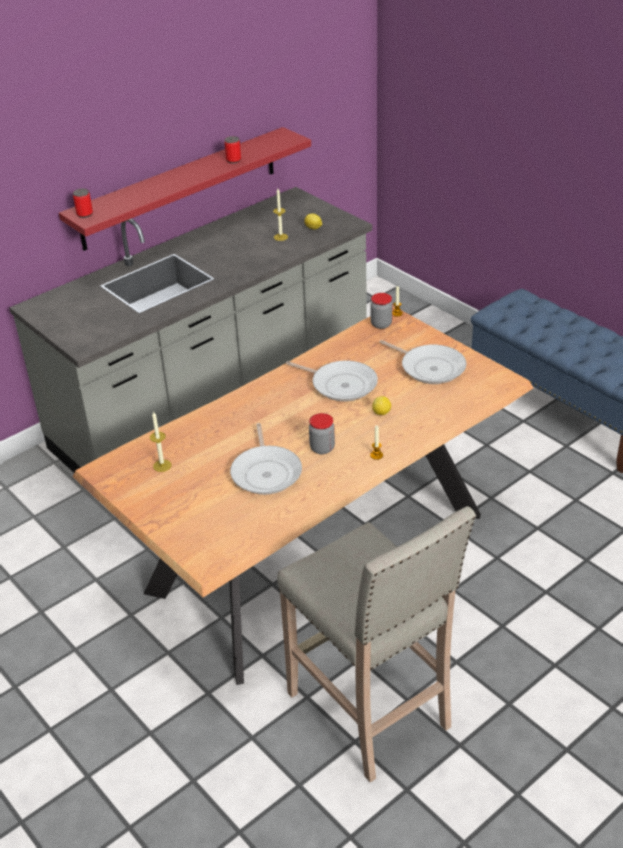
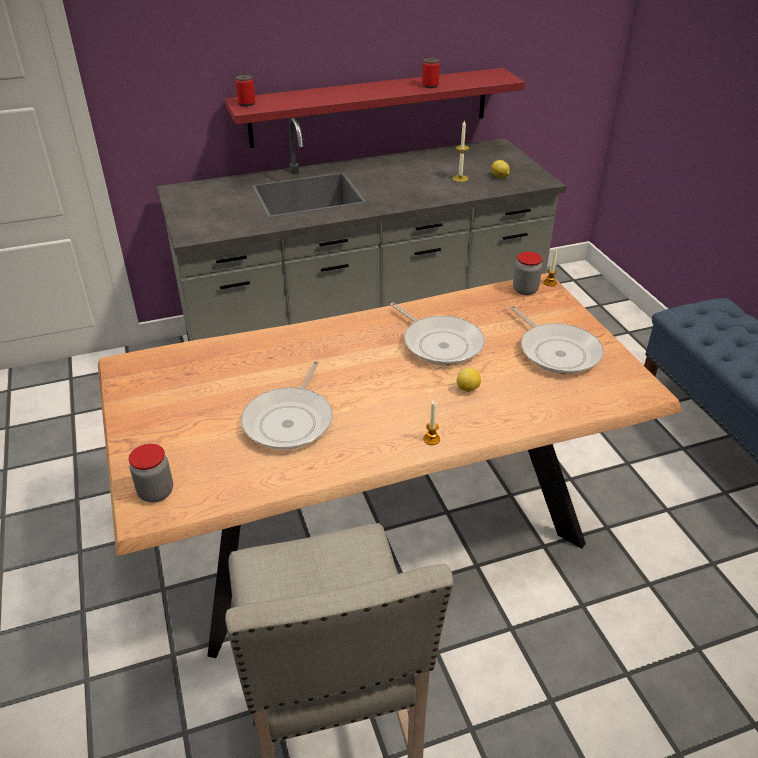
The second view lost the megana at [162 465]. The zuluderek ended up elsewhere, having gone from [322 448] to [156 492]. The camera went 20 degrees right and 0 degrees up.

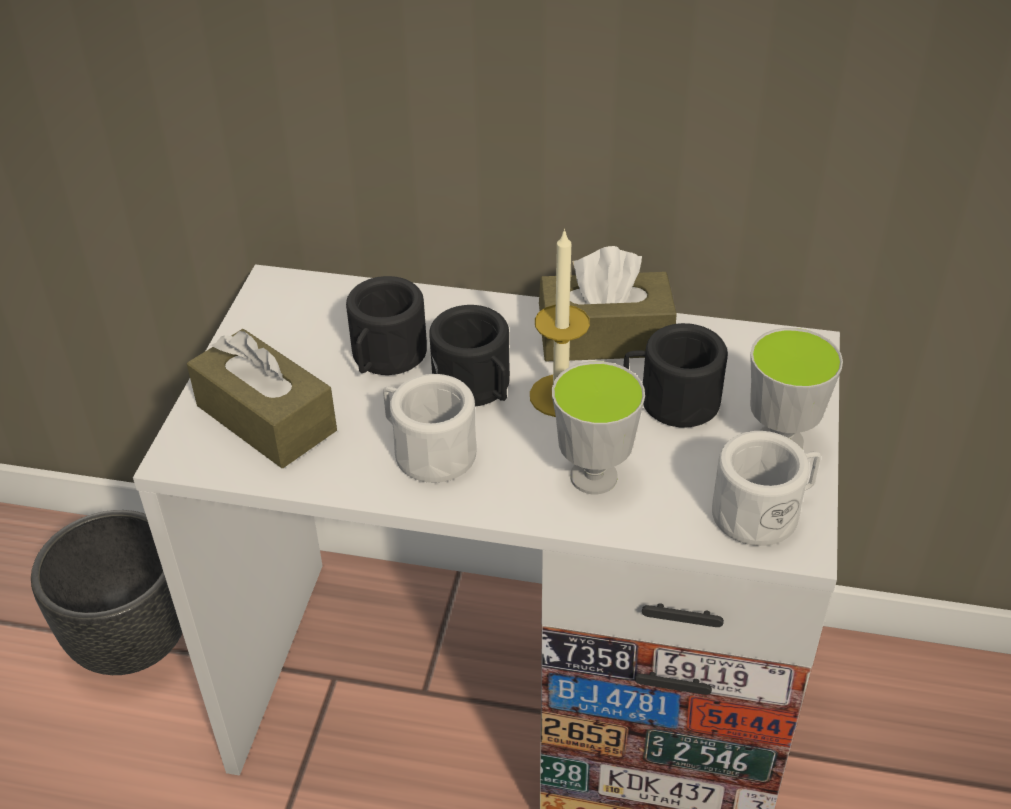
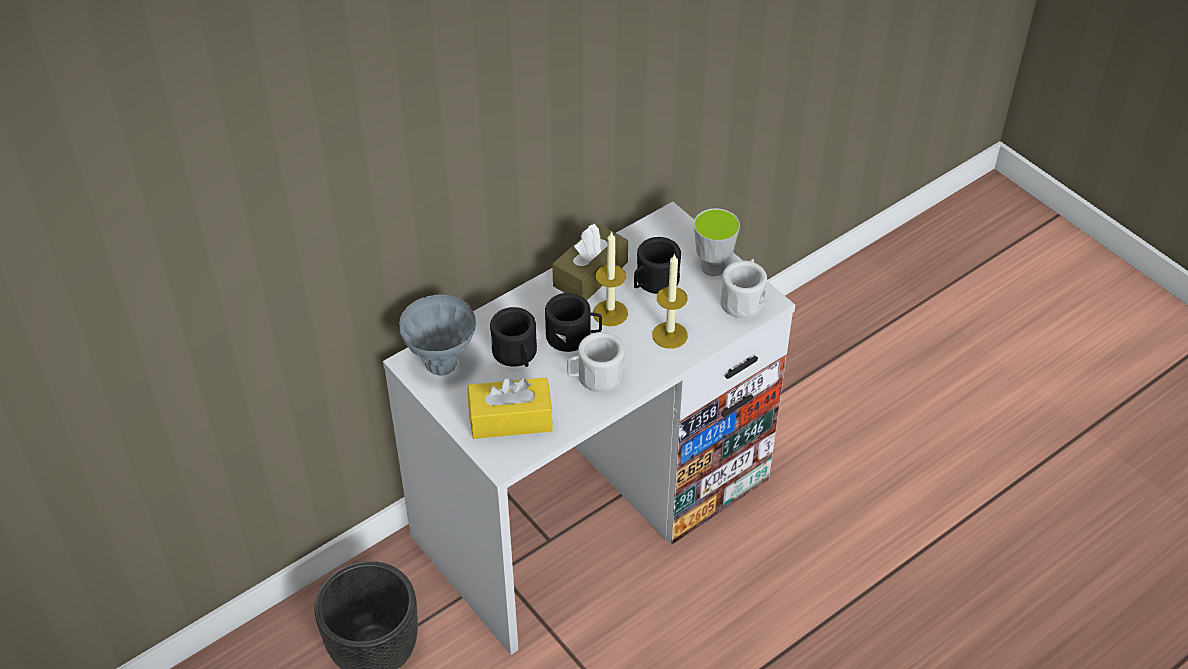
What was the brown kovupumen at [266 418] turned into the yellow kovupumen at [510 419]. Where the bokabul stood at [593 477], the megana came to stand at [669 335]. The second view gained the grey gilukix at [441 365]. The camera went 50 degrees left and 5 degrees up.

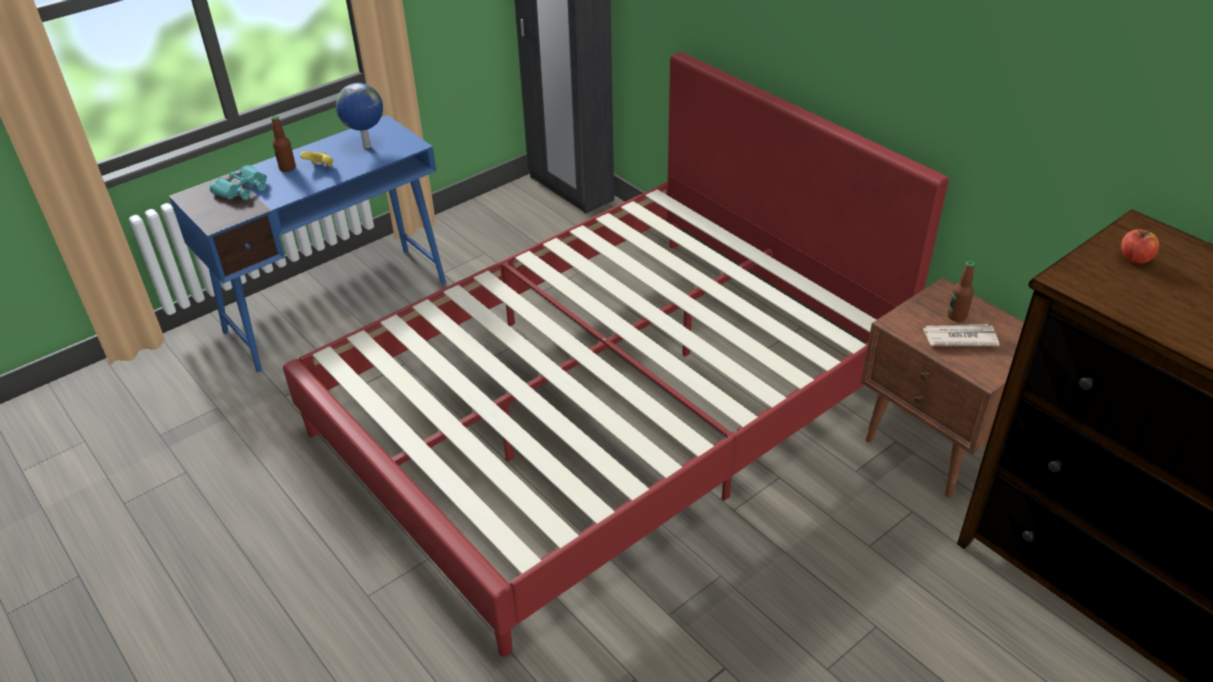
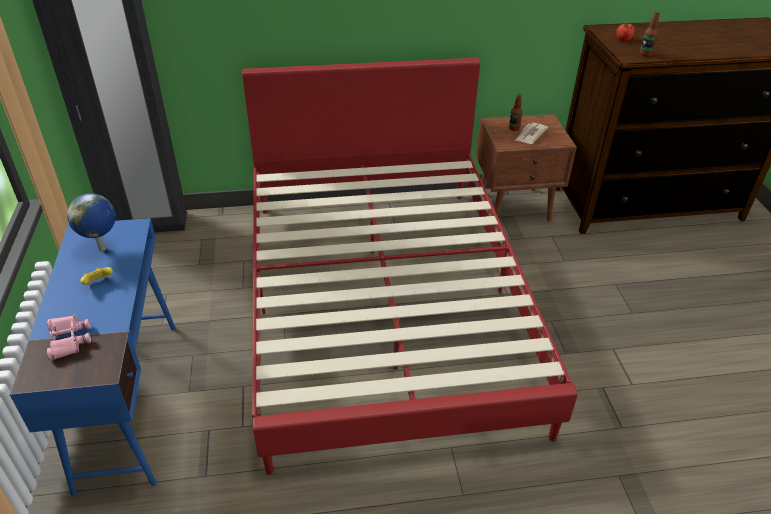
What was the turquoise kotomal at [242 189] turned into the pink kotomal at [68 339]. The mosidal ended up elsewhere, having gone from [287 168] to [645 54]. The camera went 60 degrees left and 0 degrees up.

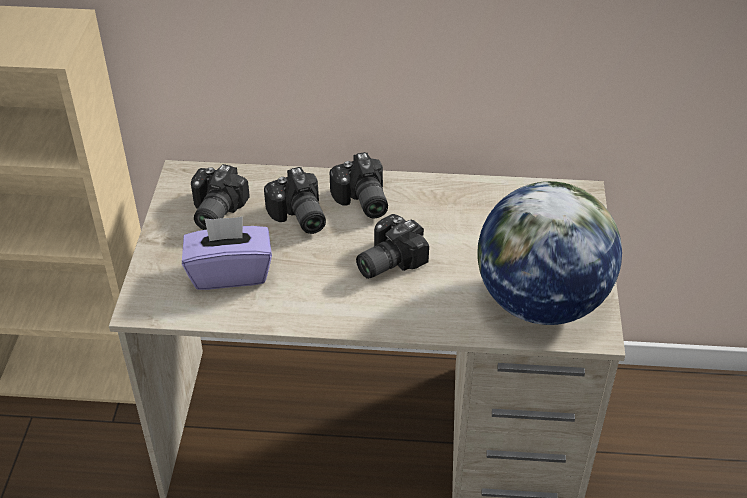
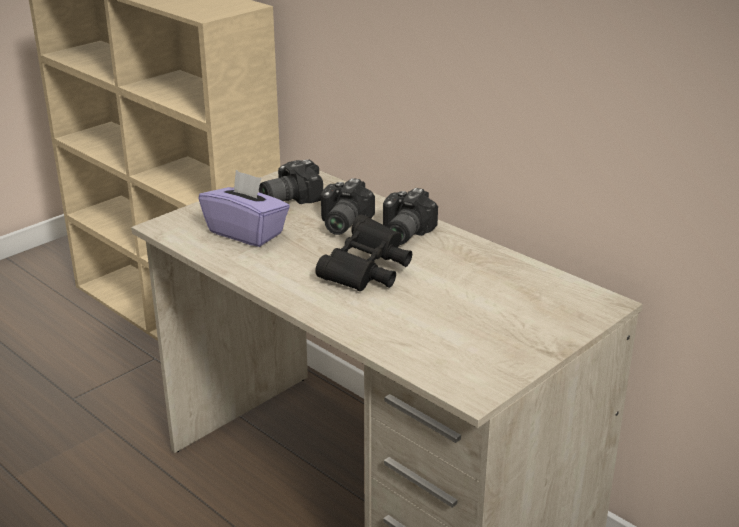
Where the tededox stood at [386 260], the black kotomal came to stand at [367 273]. The second view lost the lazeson at [540 302]. The camera went 40 degrees right and 15 degrees down.

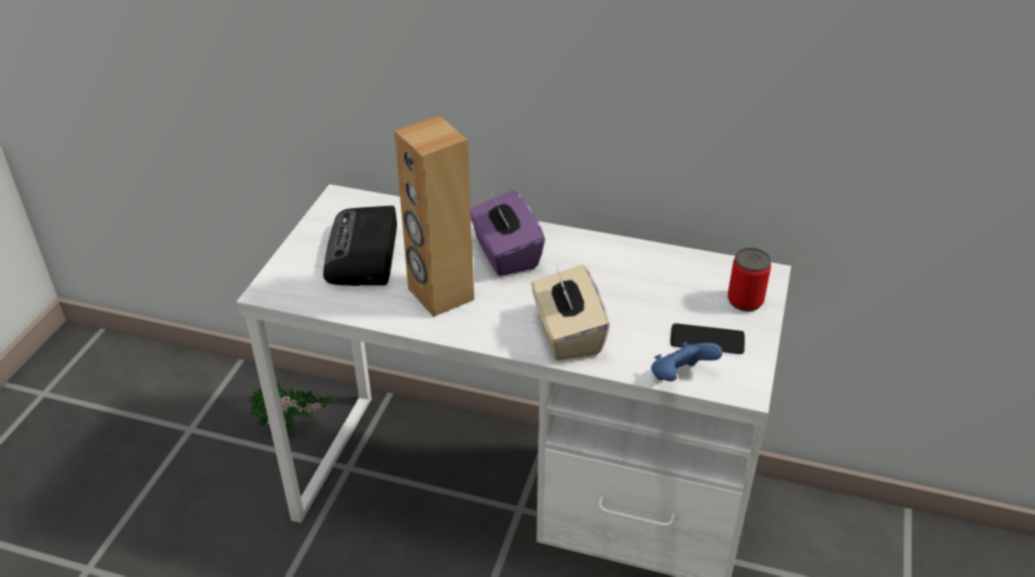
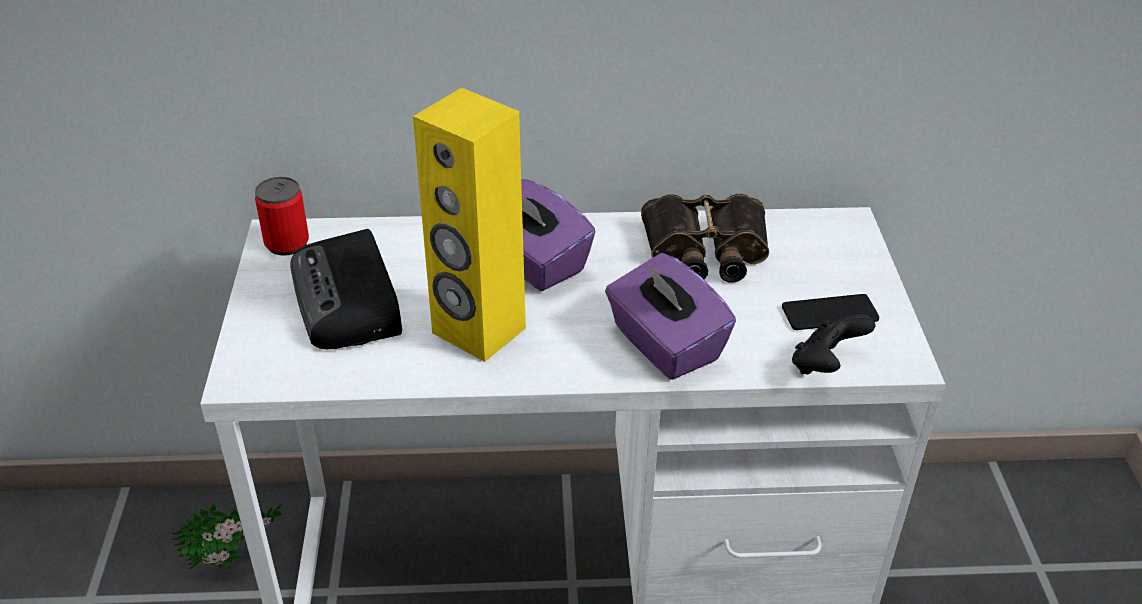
What was the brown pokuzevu at [440 294] turned into the yellow pokuzevu at [478 331]. What was the beige kovupumen at [567 334] turned into the purple kovupumen at [664 345]. What was the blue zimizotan at [680 377] turned into the black zimizotan at [825 365]. The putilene ended up elsewhere, having gone from [745 301] to [287 243]. The second view gained the kotomal at [705 251]. The camera went 20 degrees left and 0 degrees up.

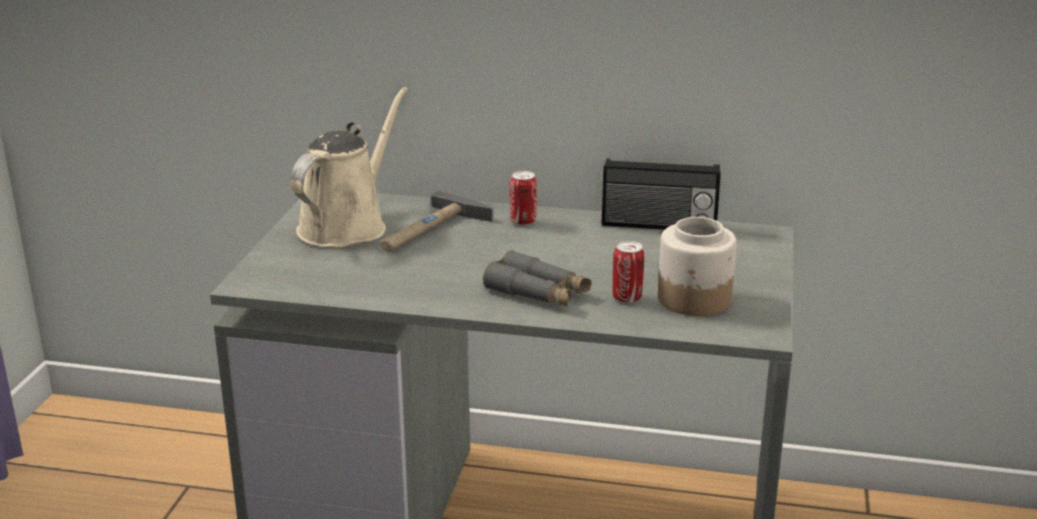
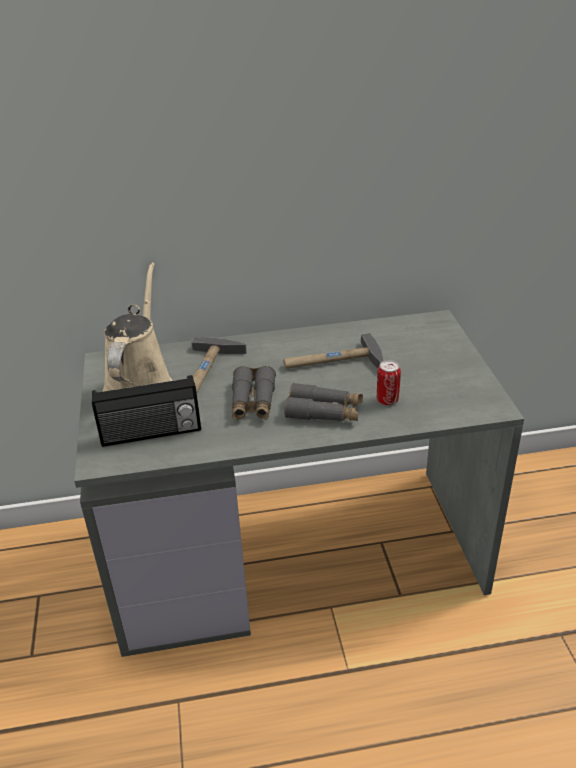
The second view lost the putilene at [523 221]. The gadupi ended up elsewhere, having gone from [658 225] to [151 434]. The second view lost the zuluderek at [694 300]. The second view gained the grey kotomal at [253 402]. The second view gained the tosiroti at [333 363]. The camera went 20 degrees left and 10 degrees up.

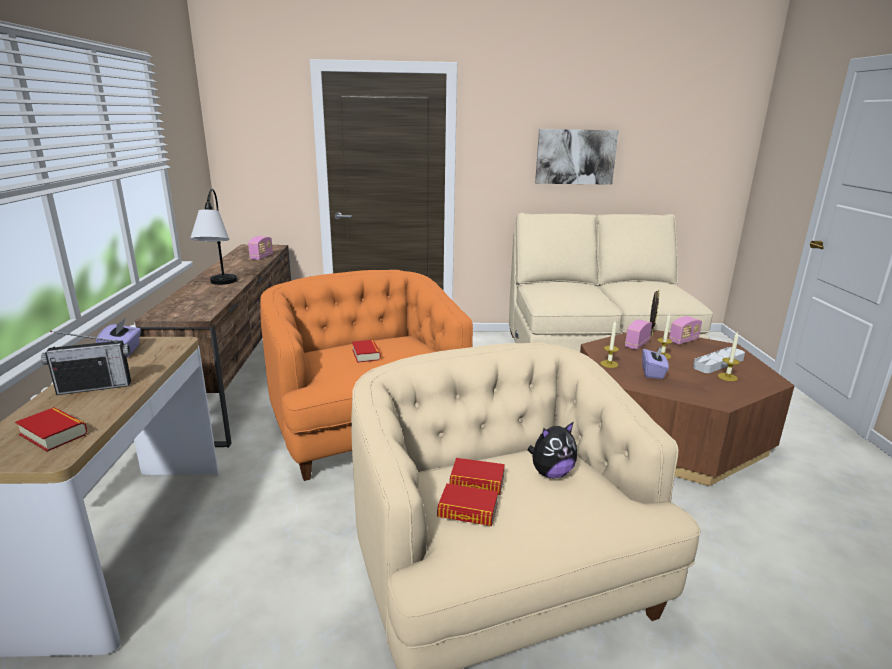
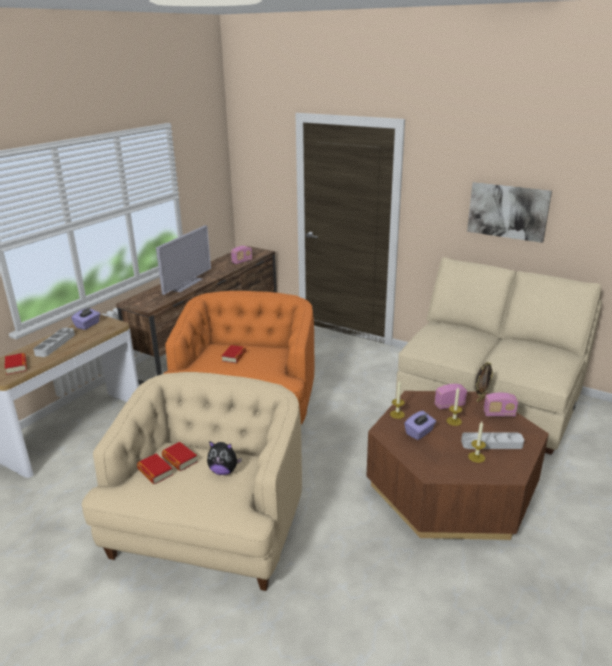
Where the gadupi stood at [95 387], the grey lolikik came to stand at [55 344]. Where the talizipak stood at [219 286], the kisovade came to stand at [186 284]. The camera went 35 degrees right and 5 degrees up.

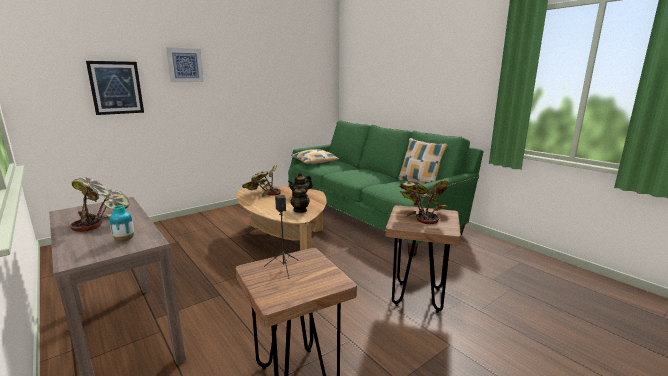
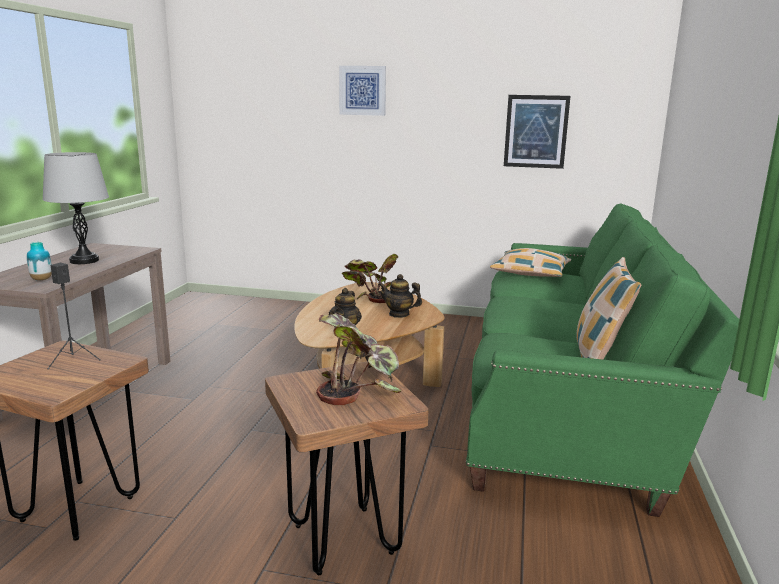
Where the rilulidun stood at [105 220], the grey talizipak came to stand at [84 261]. The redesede ended up elsewhere, having gone from [116 88] to [536 131]. The camera went 50 degrees right and 0 degrees up.

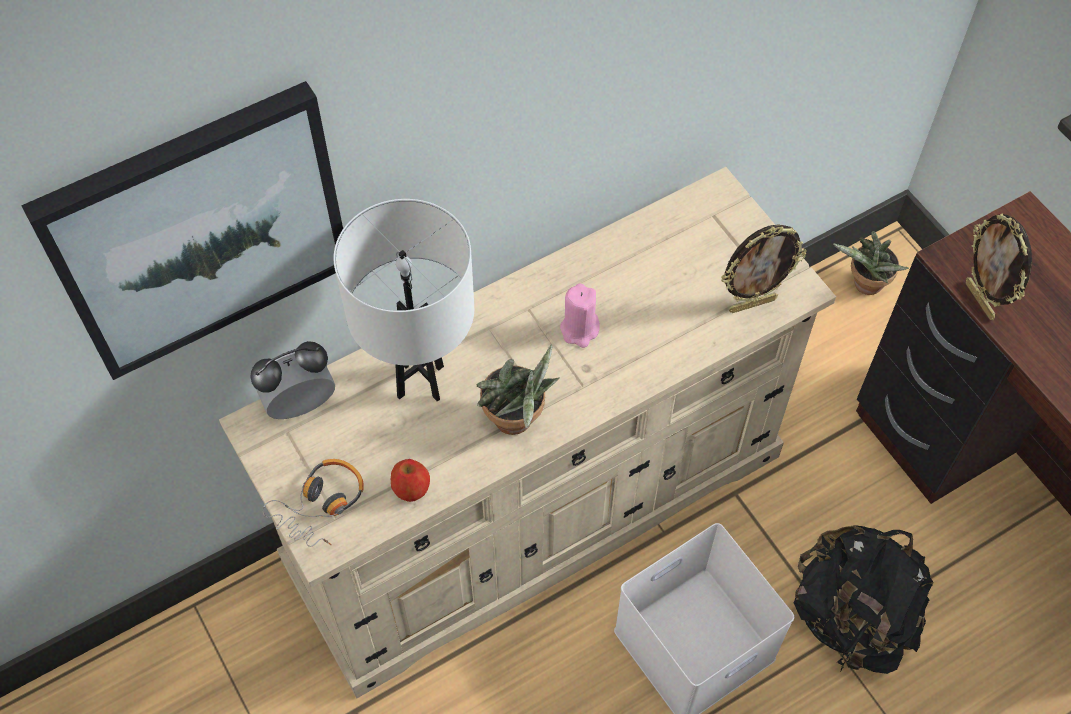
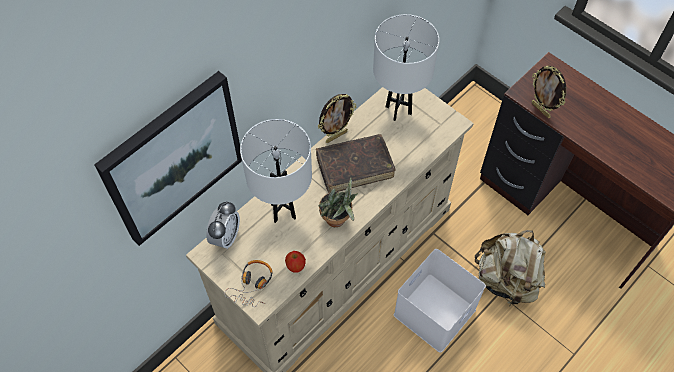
The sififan at [300 404] ended up facing another way, 150 degrees clockwise from before. Where the pink megana stood at [579 329], the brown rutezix came to stand at [354 167]. The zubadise ended up elsewhere, having gone from [752 303] to [336 136]. What was the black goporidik at [852 618] turned into the beige goporidik at [506 280]. The second view lost the rilulidun at [864 286]. The second view gained the white talizipak at [398 110]. The camera went 15 degrees left and 0 degrees up.

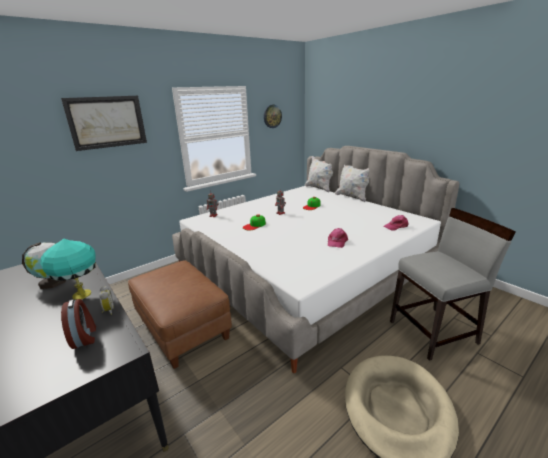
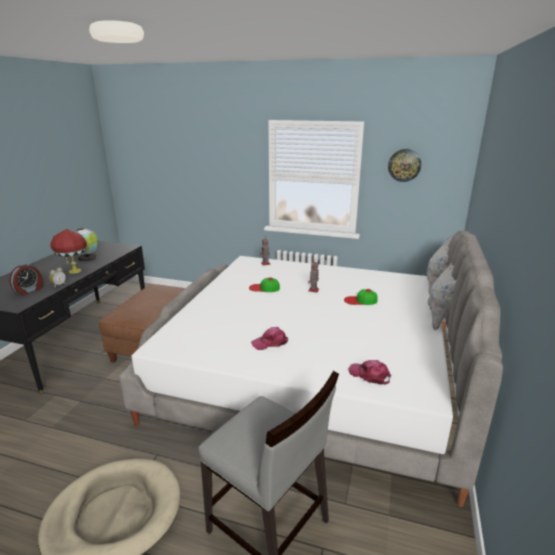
What was the turquoise talizipak at [81 295] turned into the red talizipak at [74 271]. The second view lost the redesede at [107 122]. The camera went 55 degrees right and 0 degrees up.

